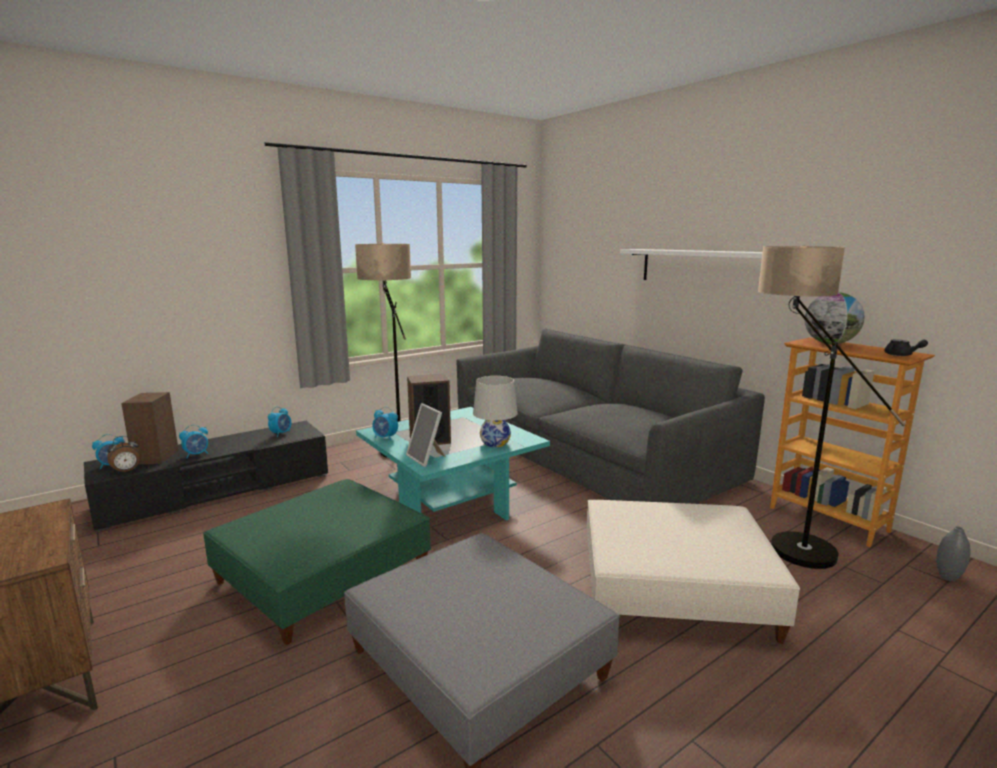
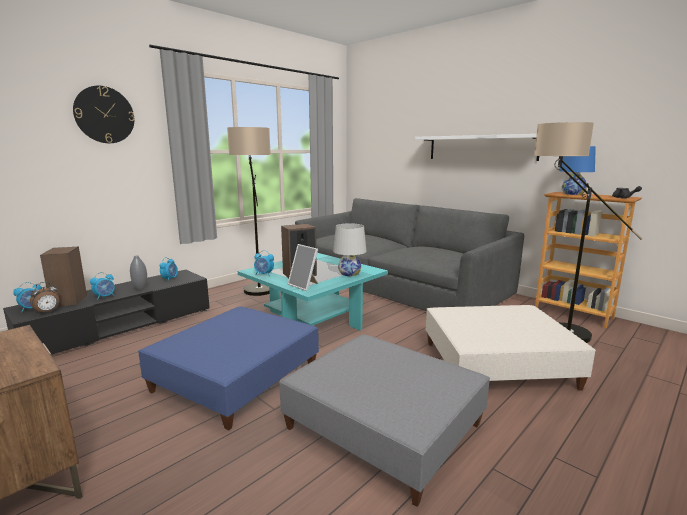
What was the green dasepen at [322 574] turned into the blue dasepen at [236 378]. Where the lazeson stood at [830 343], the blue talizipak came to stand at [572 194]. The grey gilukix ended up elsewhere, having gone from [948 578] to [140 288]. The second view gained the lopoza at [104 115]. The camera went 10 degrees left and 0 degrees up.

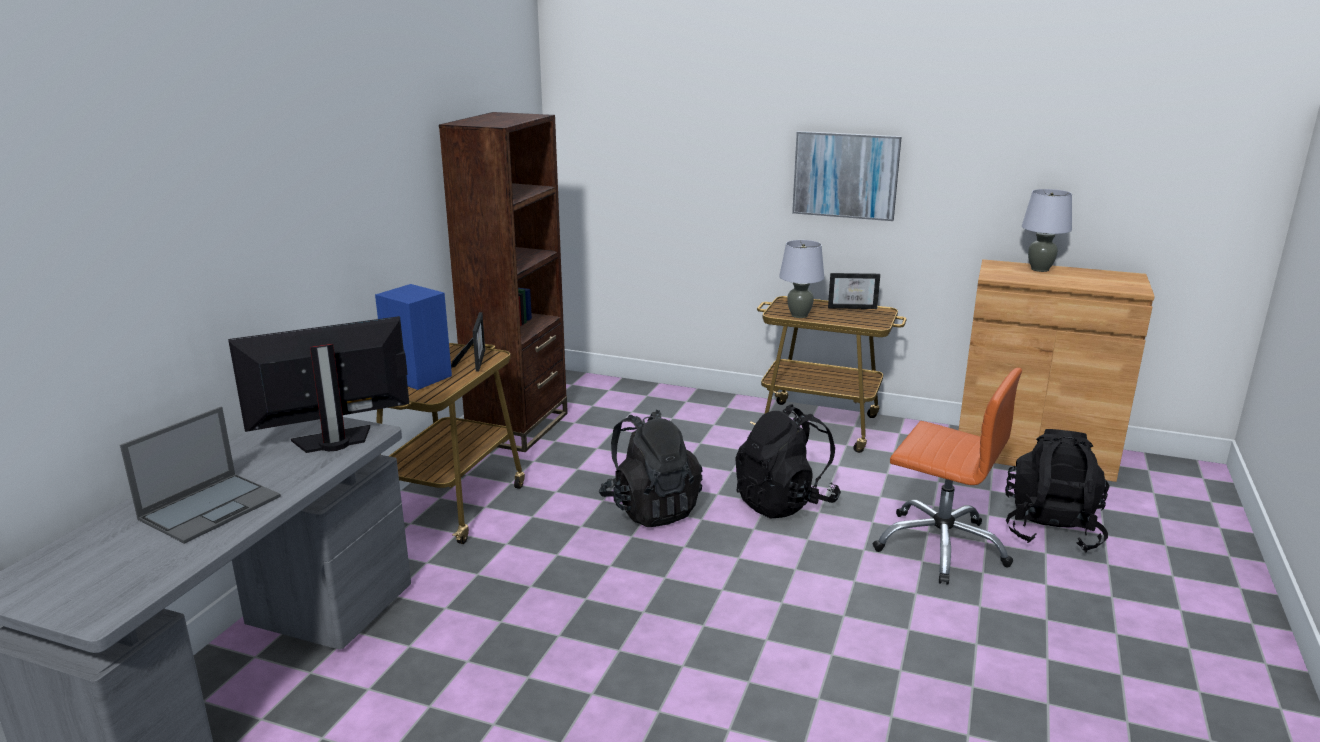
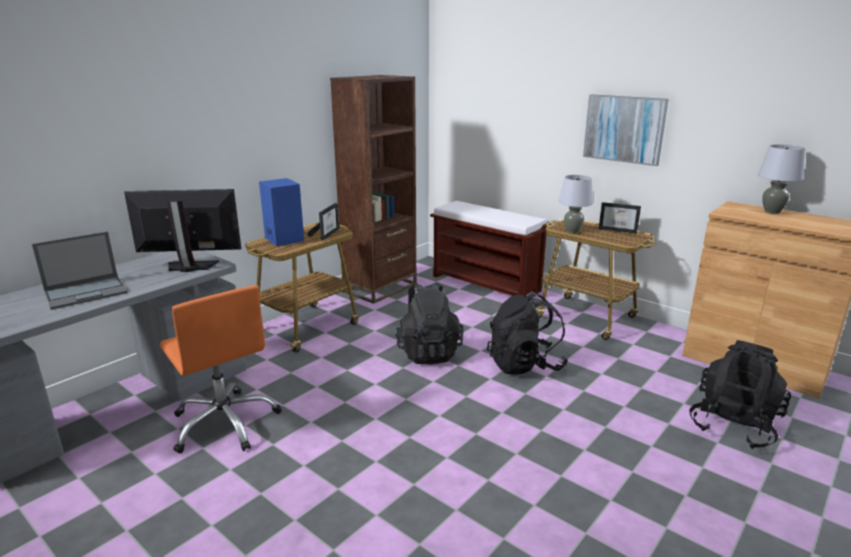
The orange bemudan ended up elsewhere, having gone from [941 546] to [225 423]. The second view gained the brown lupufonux at [487 283]. The camera went 20 degrees right and 0 degrees up.

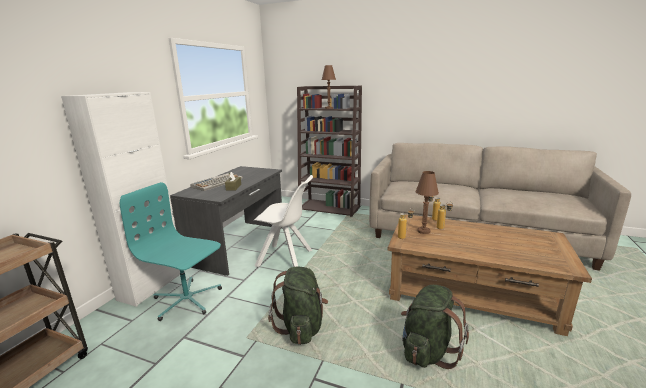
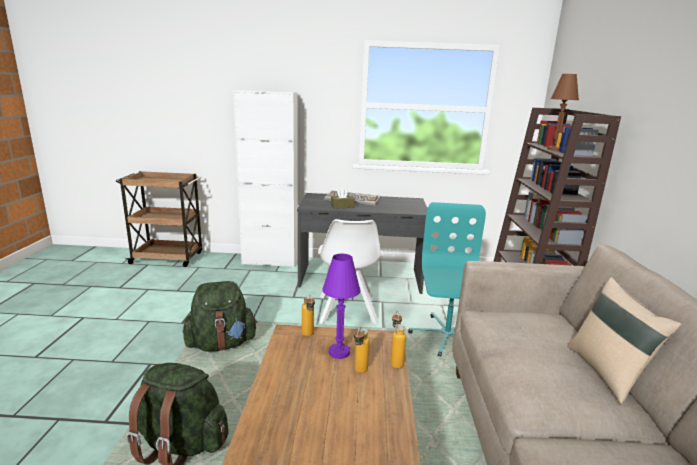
The turquoise bemudan ended up elsewhere, having gone from [187 300] to [446 336]. What was the brown talizipak at [423 231] turned into the purple talizipak at [339 352]. The second view gained the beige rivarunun at [607 373]. The camera went 70 degrees right and 0 degrees up.

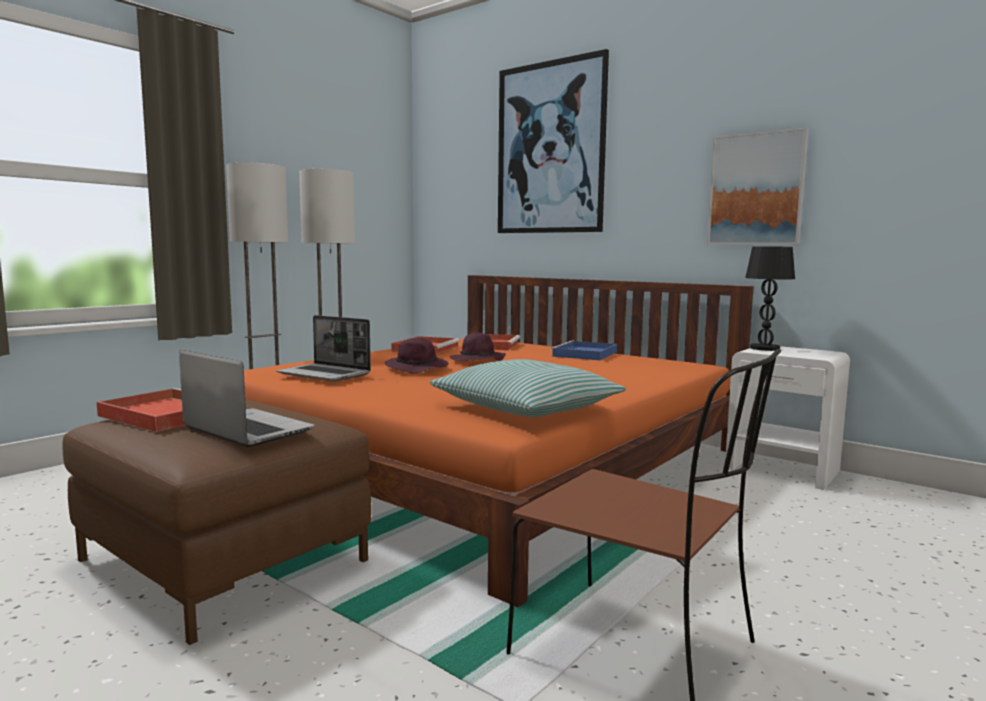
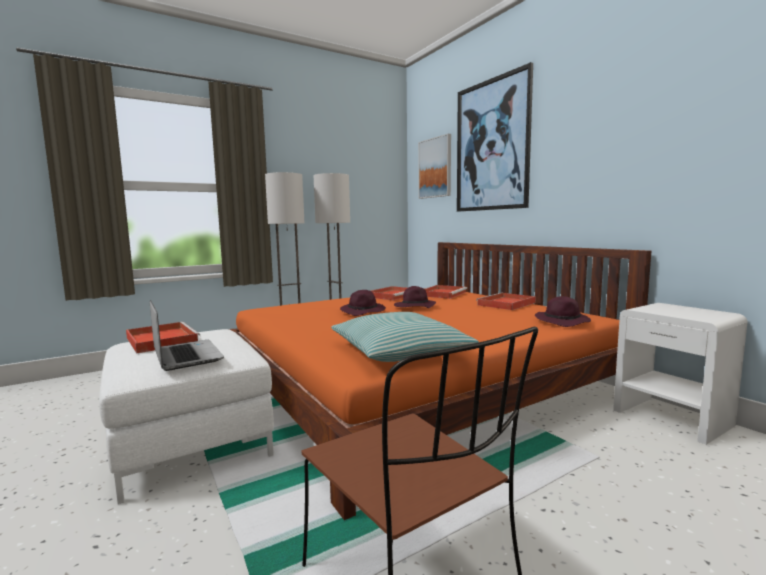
What was the brown dasepen at [224 561] turned into the white dasepen at [191 440]. The second view lost the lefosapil at [325 374]. What was the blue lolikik at [585 354] turned into the red lolikik at [506 304]. The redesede ended up elsewhere, having gone from [756 189] to [435 168]. The second view lost the black talizipak at [765 348]. The second view gained the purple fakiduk at [563 321]. The camera went 20 degrees right and 0 degrees up.

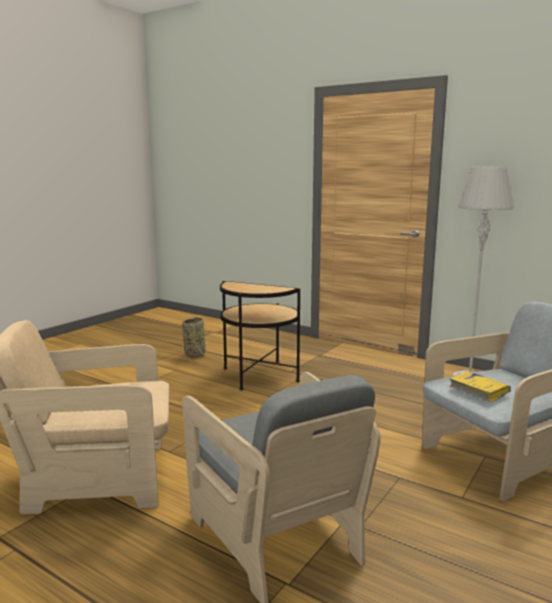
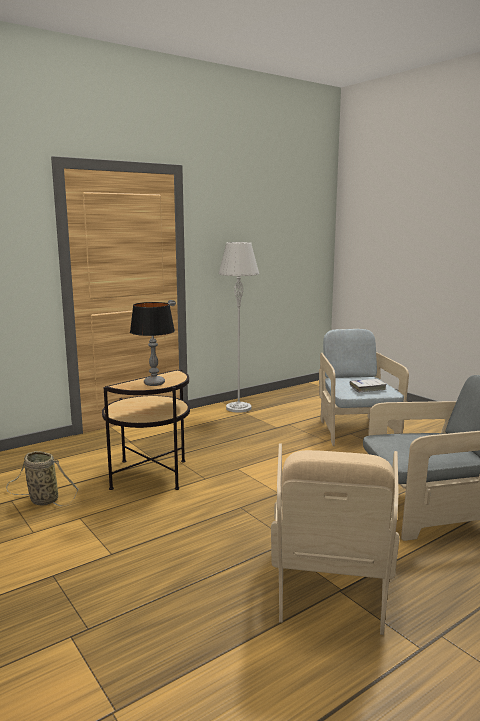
What was the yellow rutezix at [478 391] turned into the white rutezix at [367 388]. The second view gained the talizipak at [154 383]. The camera went 70 degrees left and 0 degrees up.

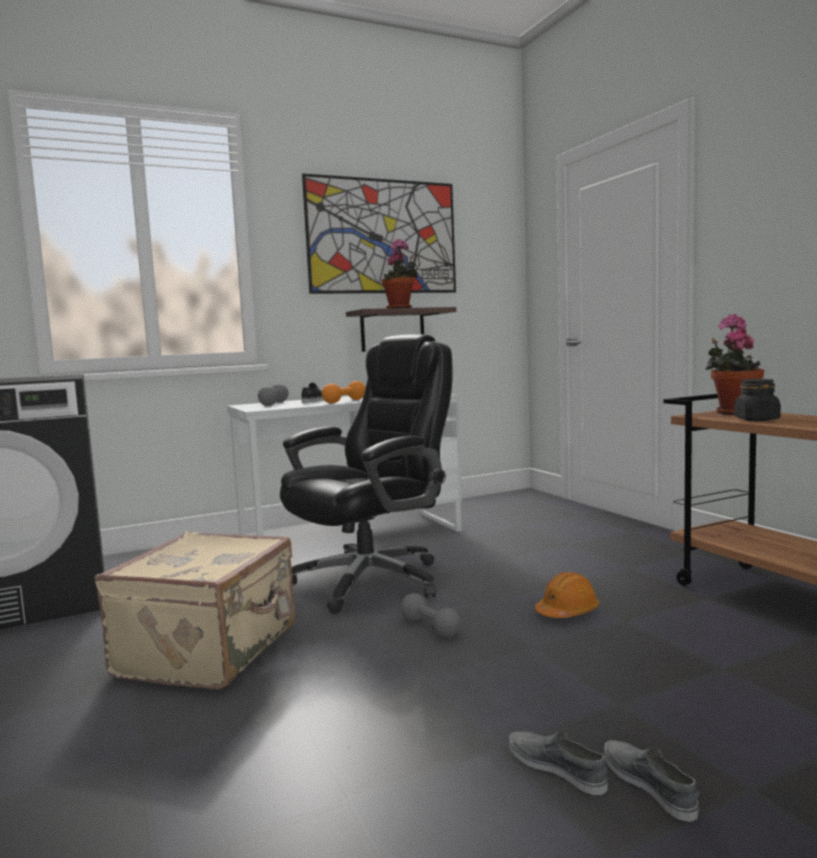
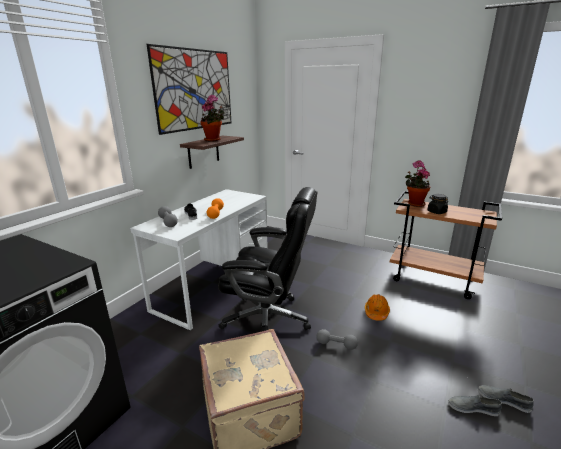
The black bemudan at [371 580] ended up facing another way, 90 degrees clockwise from before. The camera went 35 degrees left and 15 degrees up.

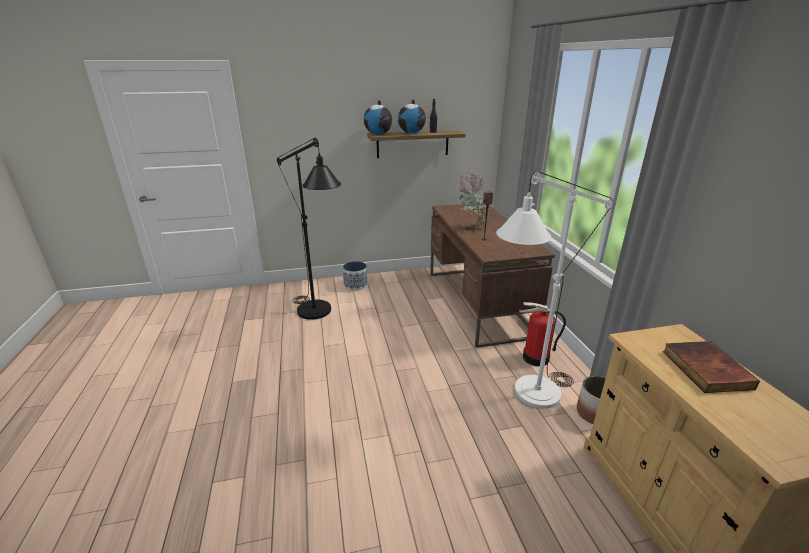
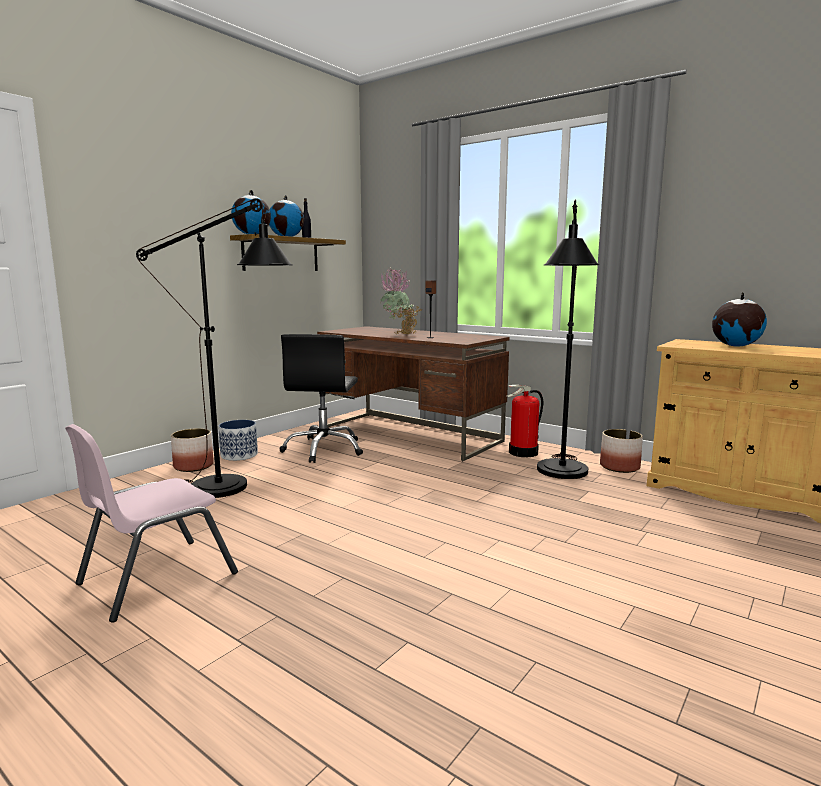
What was the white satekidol at [527 397] turned into the black satekidol at [561 475]. Where the rutezix stood at [704 369], the lazeson came to stand at [735 346]. The second view gained the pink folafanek at [156 578]. The second view gained the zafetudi at [194 466]. The second view gained the black bemudan at [324 449]. The camera went 40 degrees left and 15 degrees down.

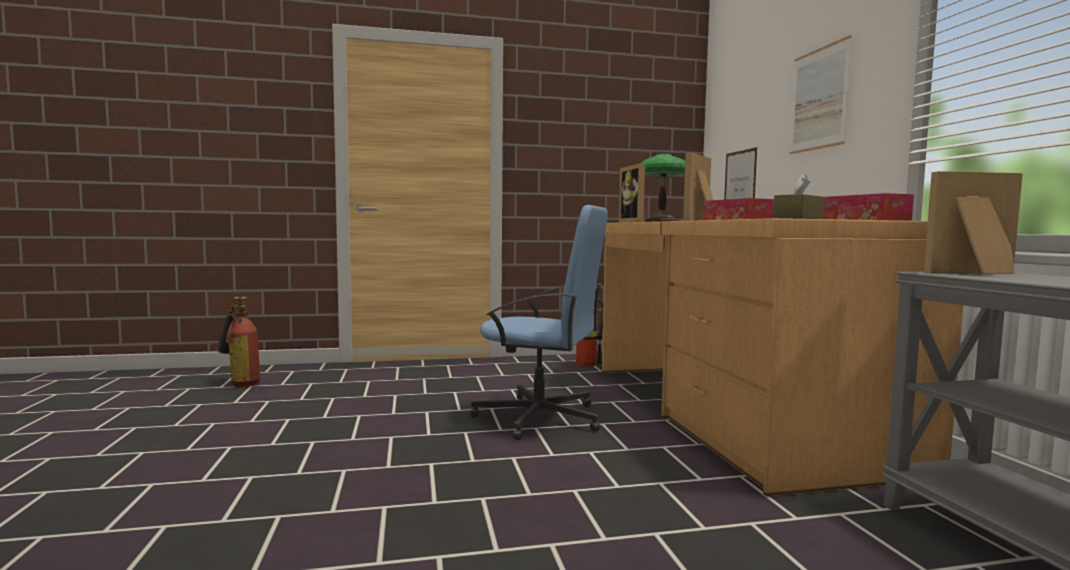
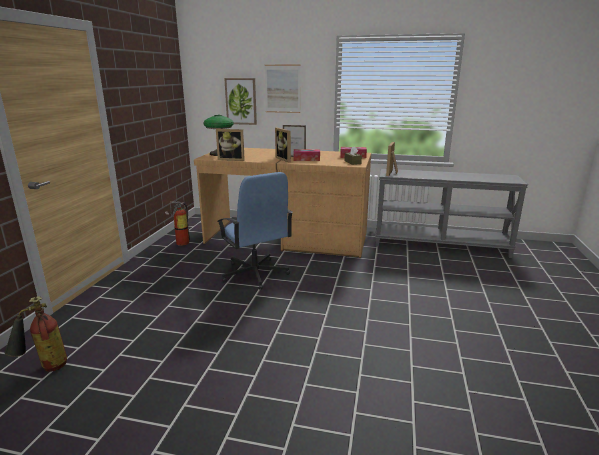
The blue bemudan at [541 418] ended up facing another way, 105 degrees clockwise from before. The second view gained the redesede at [241 101]. The camera went 65 degrees left and 15 degrees up.

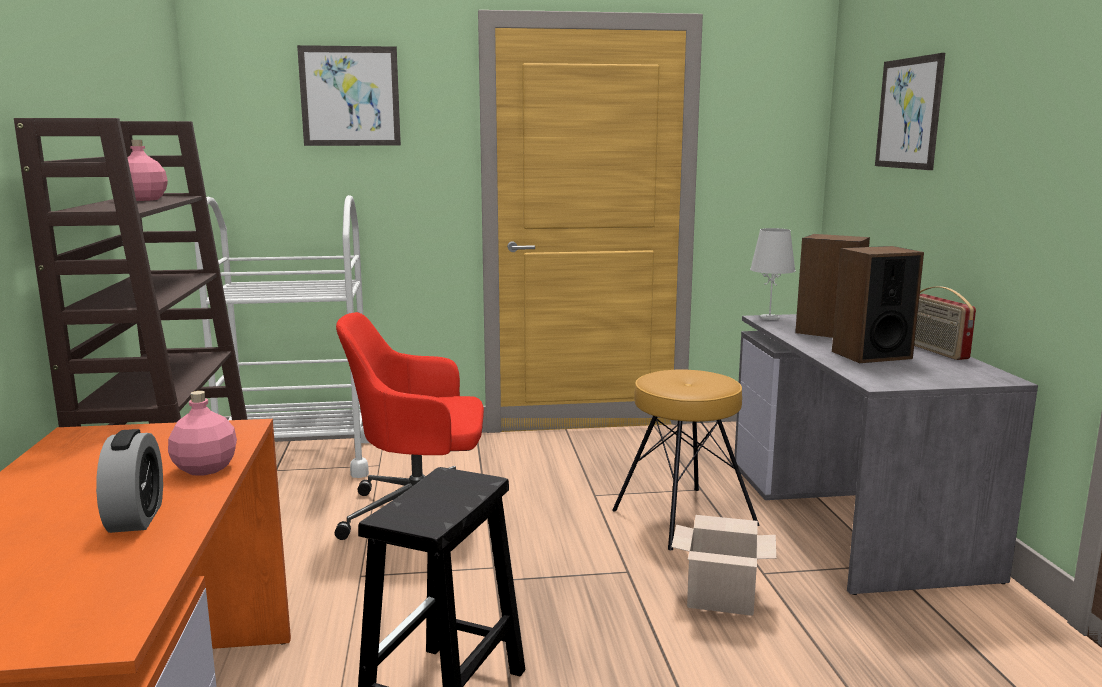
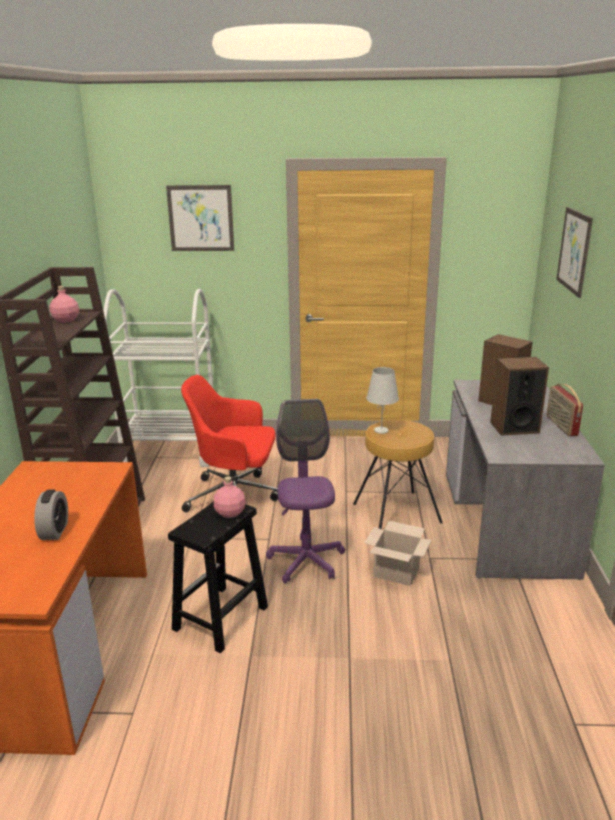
The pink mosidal ended up elsewhere, having gone from [206 468] to [230 513]. The white talizipak ended up elsewhere, having gone from [769 317] to [381 430]. The second view gained the purple bemudan at [306 561]. The camera went 10 degrees right and 10 degrees up.

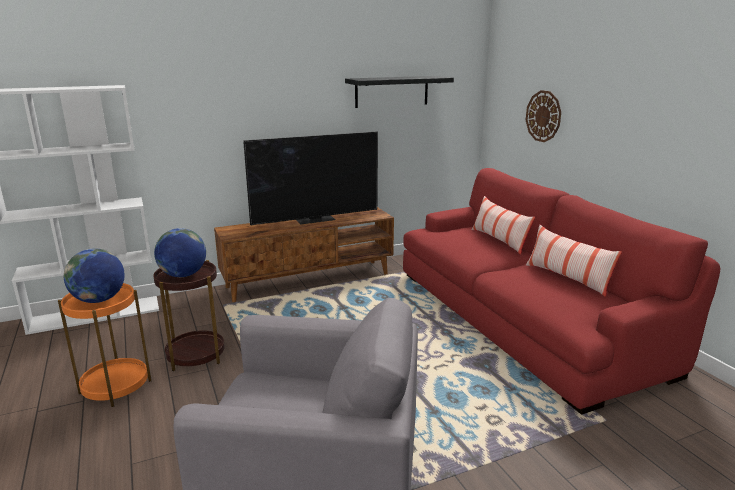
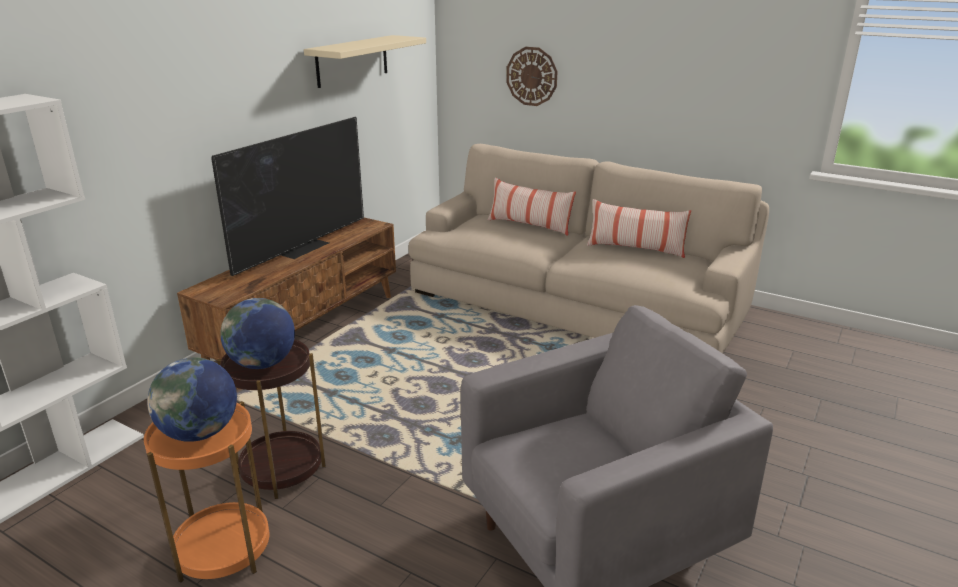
What was the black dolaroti at [392 91] turned into the beige dolaroti at [352 61]. What was the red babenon at [521 318] turned into the beige babenon at [575 304]. The camera went 35 degrees left and 5 degrees up.

